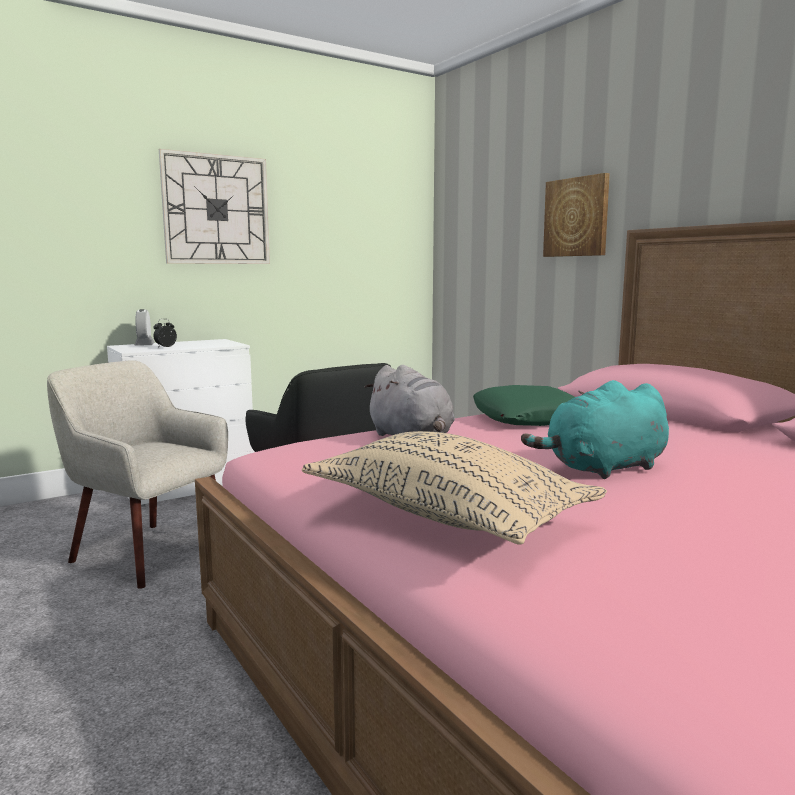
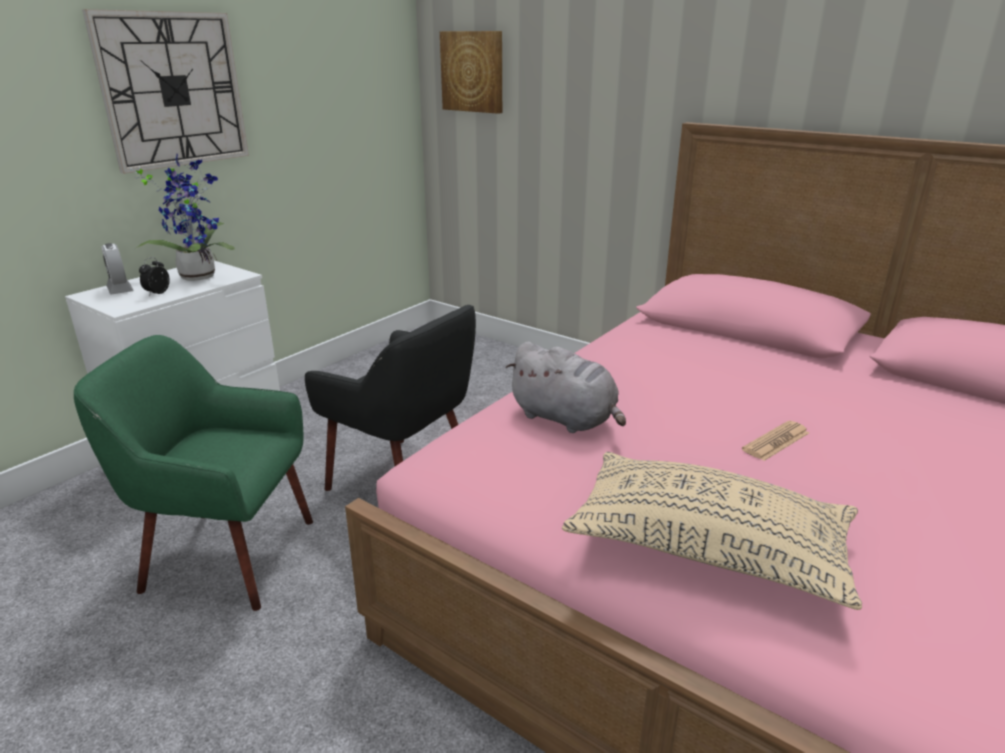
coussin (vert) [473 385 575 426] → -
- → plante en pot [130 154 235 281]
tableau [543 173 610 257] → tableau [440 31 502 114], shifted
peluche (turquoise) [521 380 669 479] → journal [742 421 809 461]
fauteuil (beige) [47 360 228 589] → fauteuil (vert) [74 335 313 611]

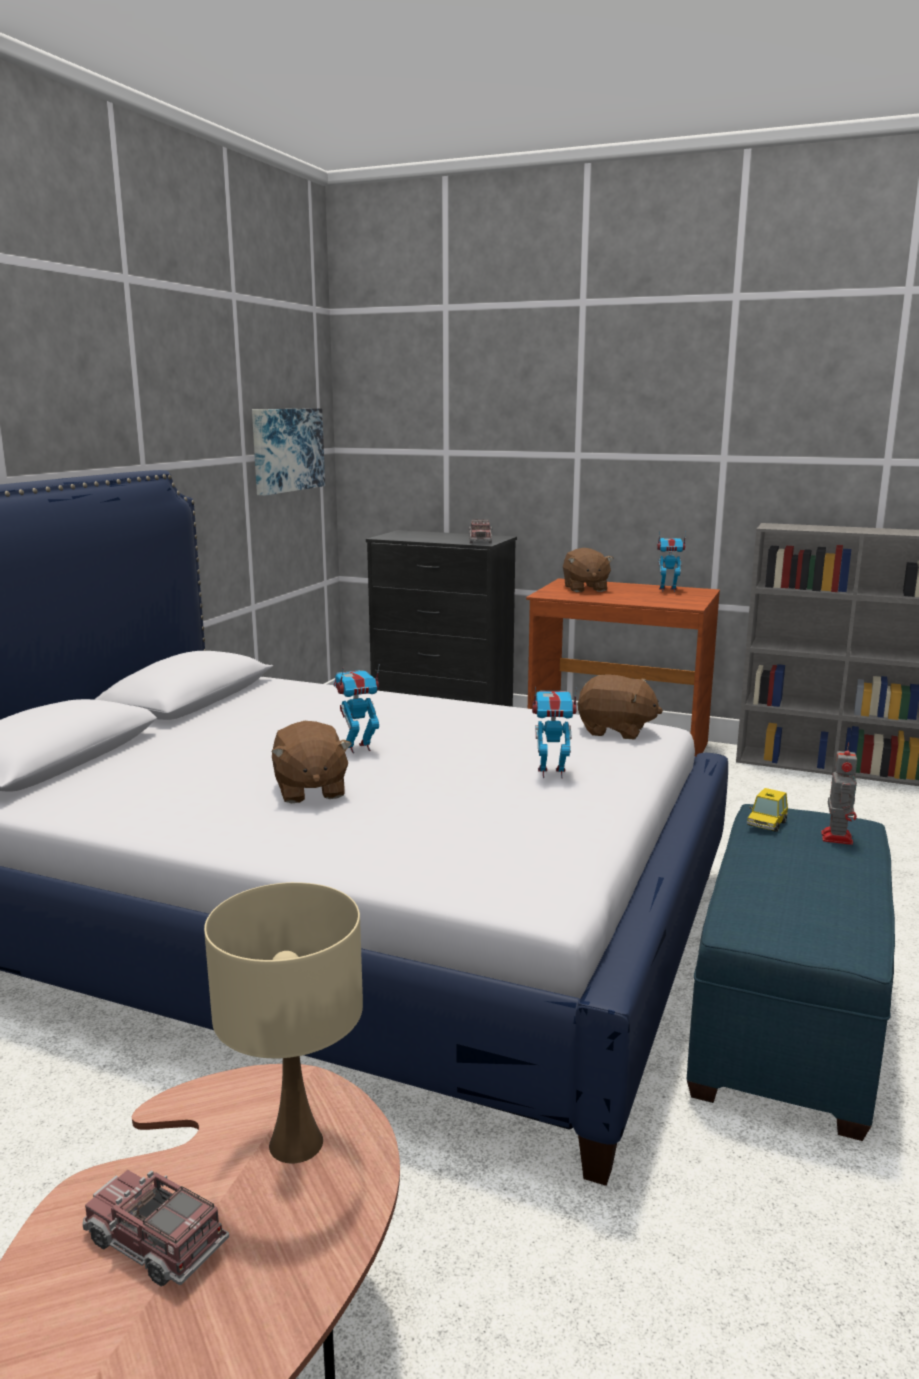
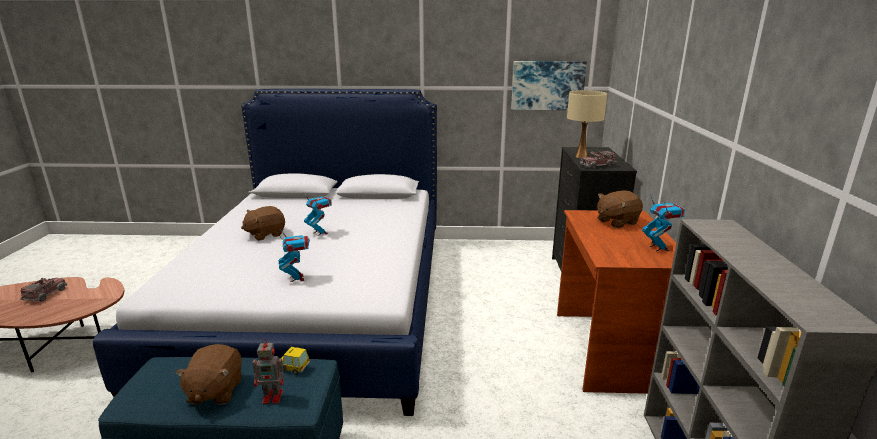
lampe de table (beige) [204 882 363 1164] → lampe de table (beige) [567 90 607 158], shifted
peluche (marron) [577 674 663 739] → peluche (marron) [175 344 242 404], shifted

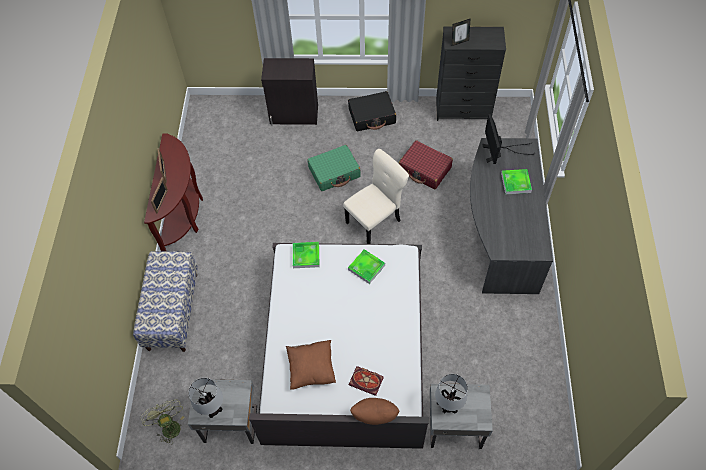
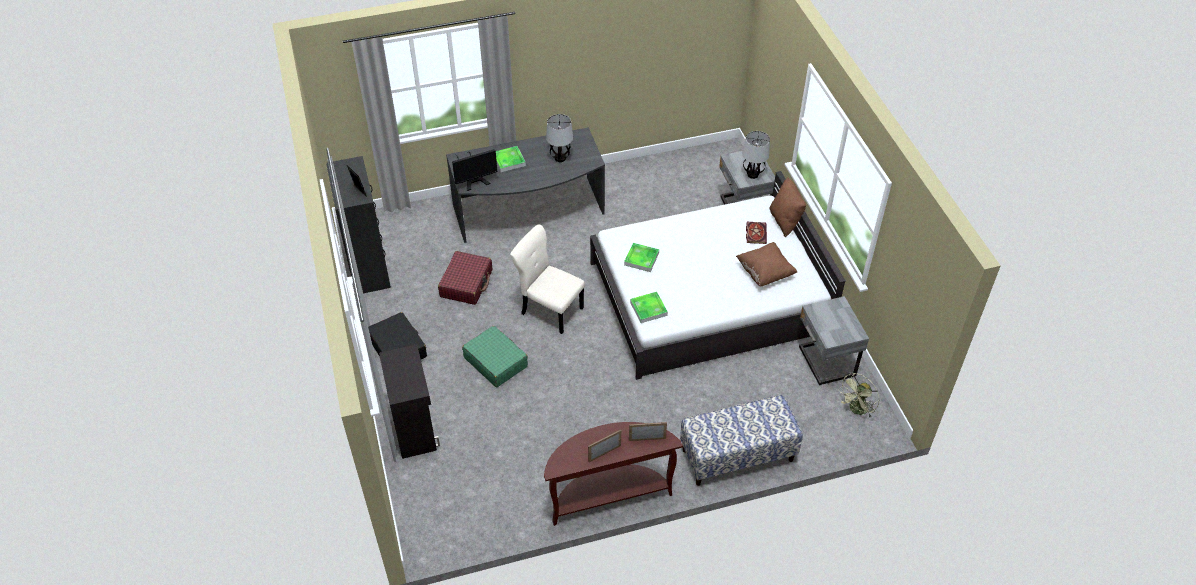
lampe de table [188 378 223 418] → lampe de table [546 114 573 162], shifted

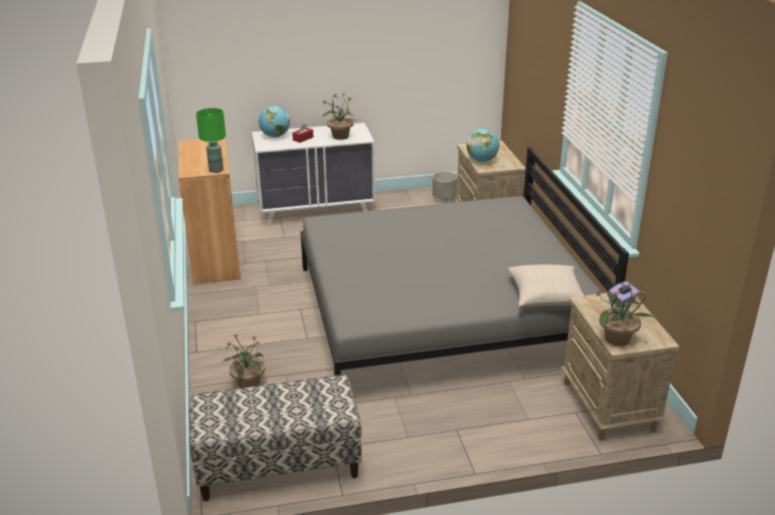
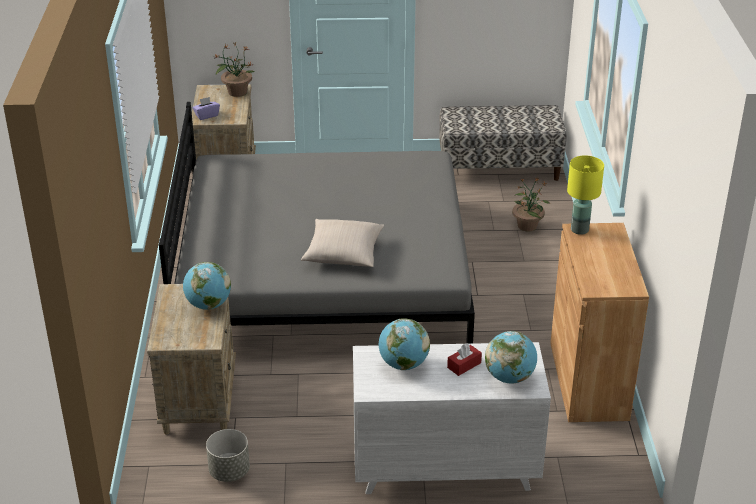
coussin (beige) [508 264 584 307] → coussin (beige) [301 219 384 267], shifted
plante en pot [322 93 357 140] → globe [379 318 430 370]
lampe de table (vert) [196 108 226 173] → lampe de table (jaune) [567 155 604 235]

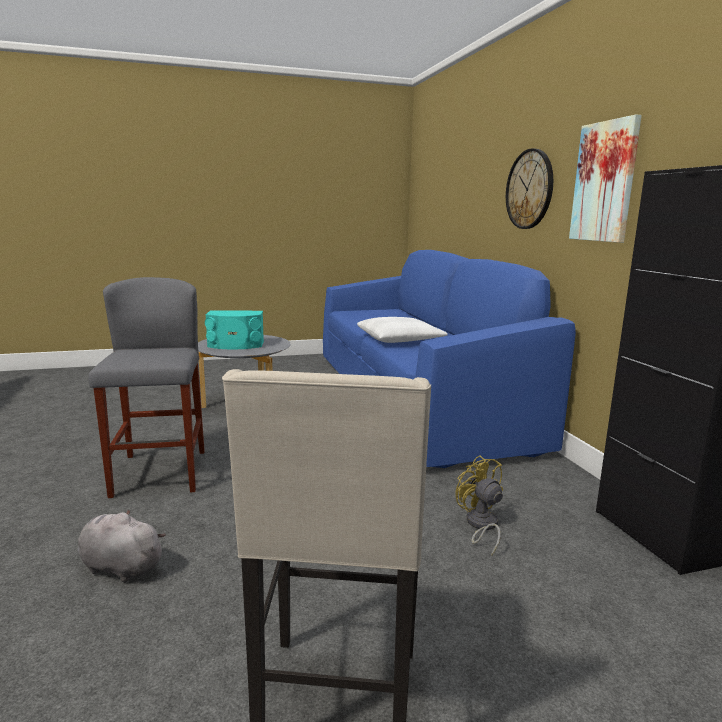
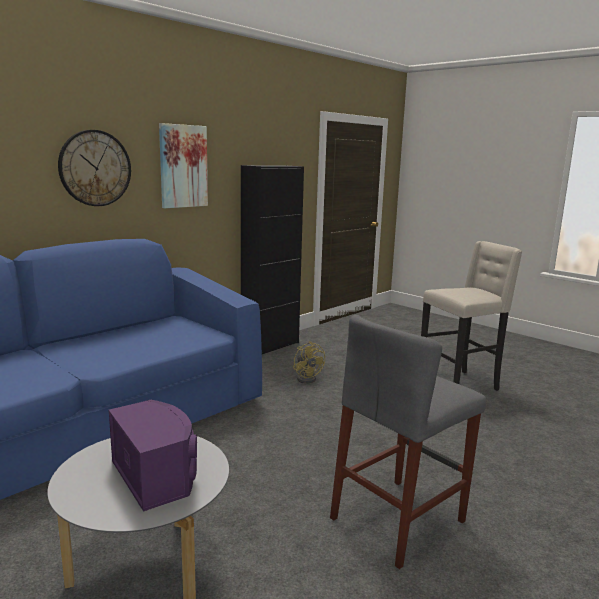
peluche (gris) [77 510 166 583] → -
coussin (blanc) [357 317 448 343] → -
enceinte (turquoise) [205 310 264 349] → enceinte (violet) [109 400 197 512]
ventilateur (jaune) [455 455 503 556] → ventilateur (jaune) [293 341 325 384], 60 degrees counterclockwise

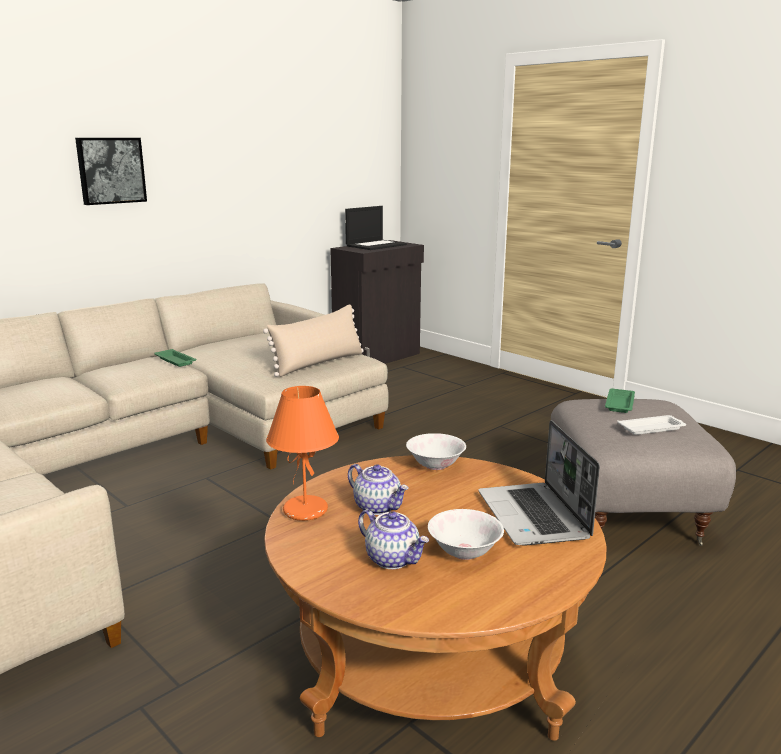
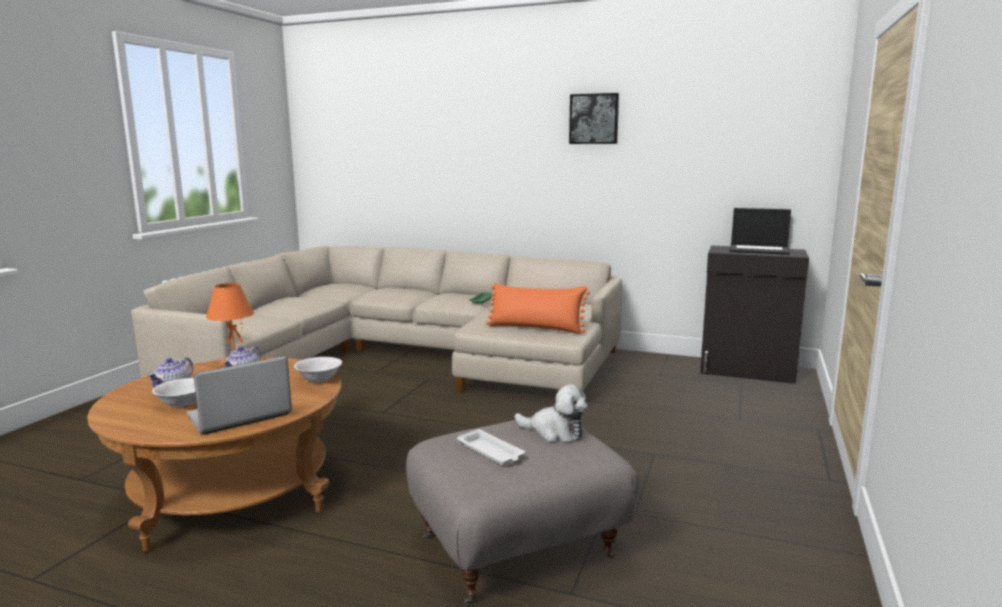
tableau [75 138 147 205] → tableau [569 93 619 144], shifted
plateau (vert) [605 388 635 413] → peluche [515 384 588 442]
coussin (beige) [263 304 364 377] → coussin (orange) [486 283 590 334]

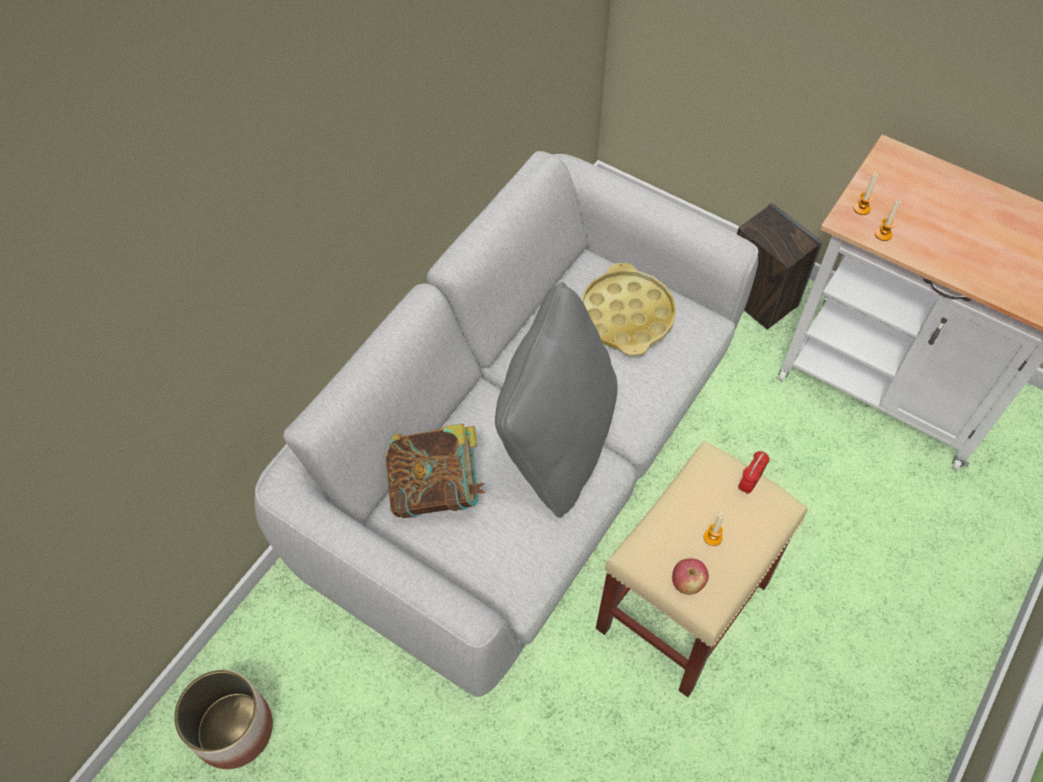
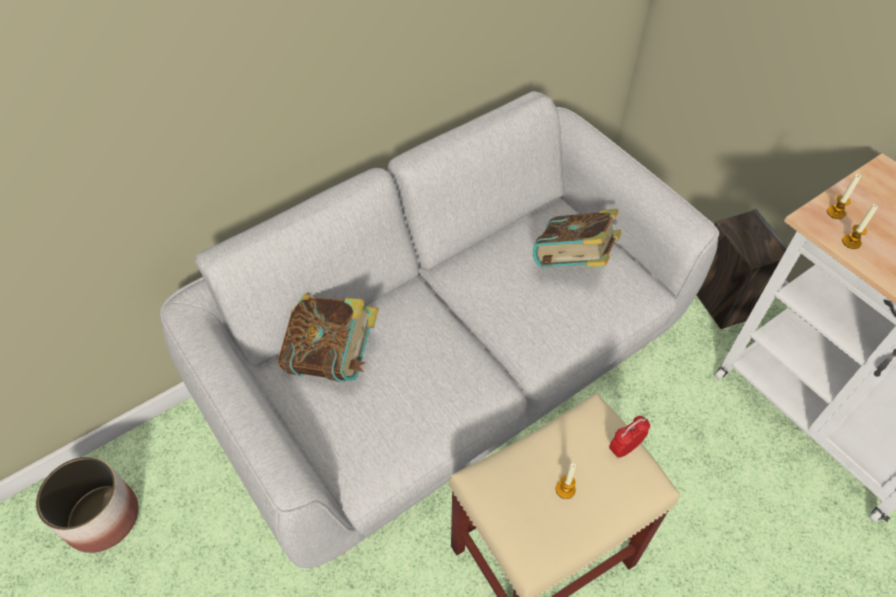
coussin (gris) [495 282 618 518] → -
pomme [672 559 709 595] → -
plateau (jaune) [581 263 676 356] → livre [533 209 622 267]

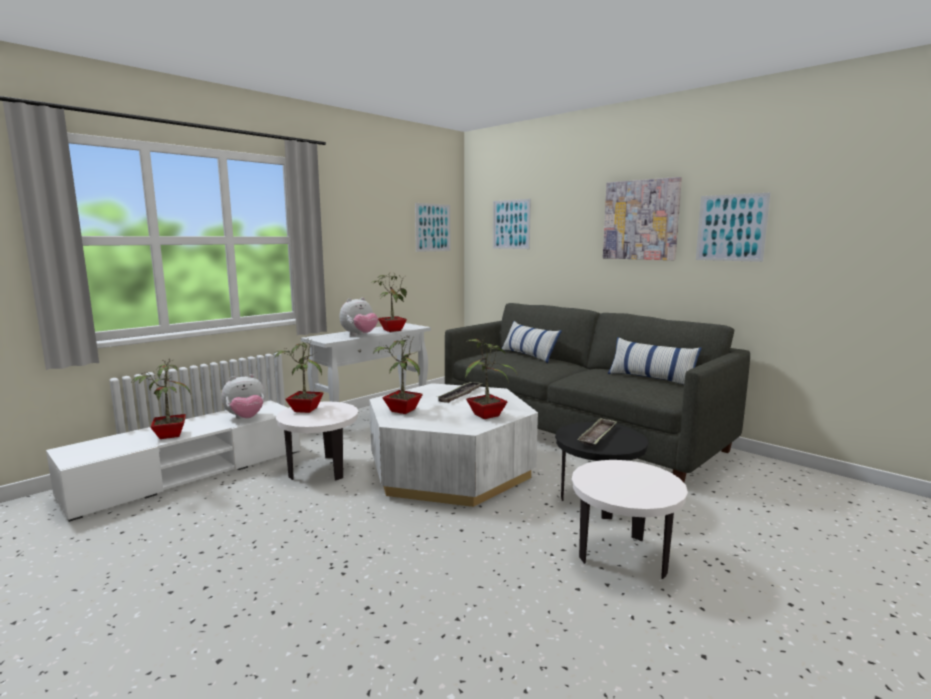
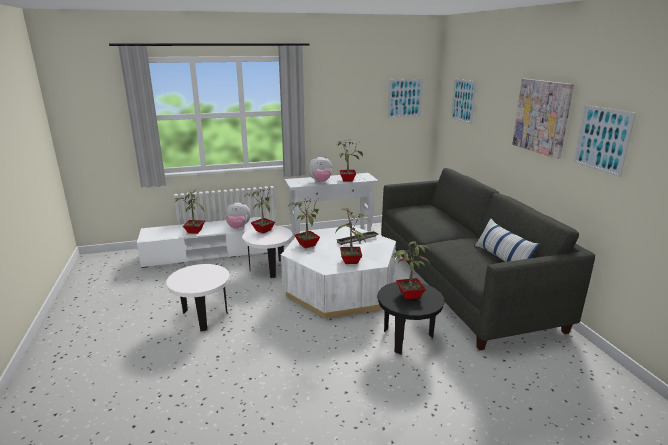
coussin [500 321 562 363] → -
table d'appoint (blanc) [572 460 688 579] → table d'appoint (blanc) [166 264 230 332], shifted
plateau [577 417 617 447] → plante en pot [392 237 431 300]

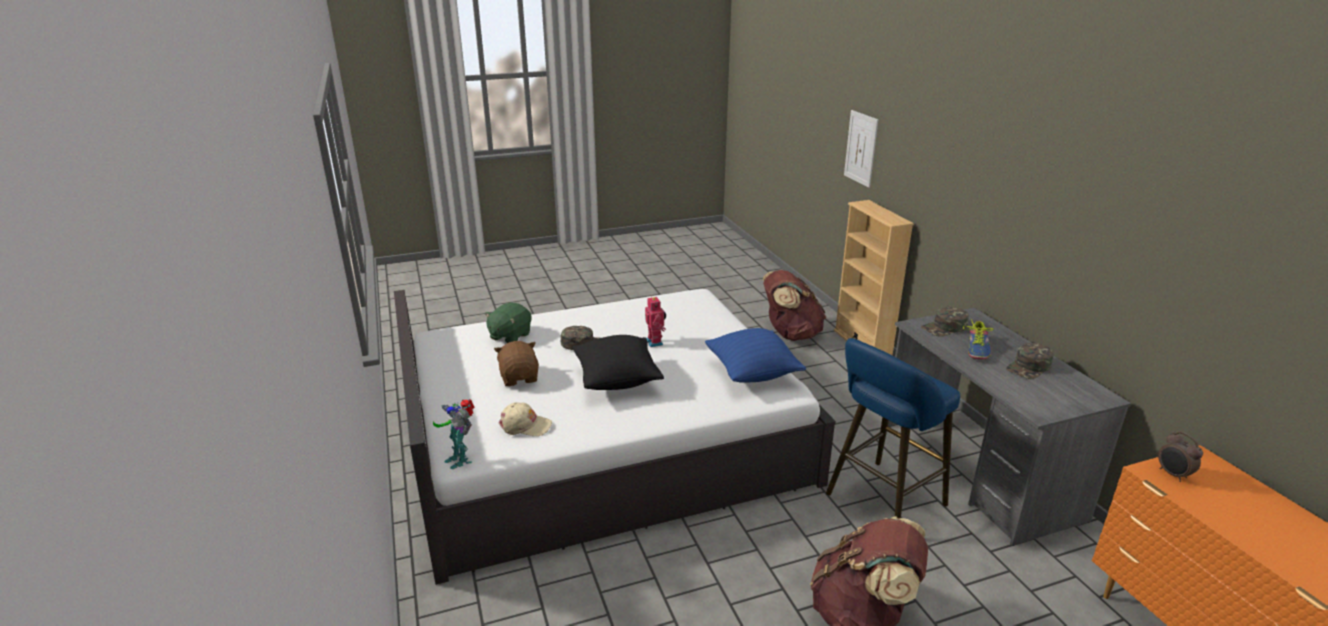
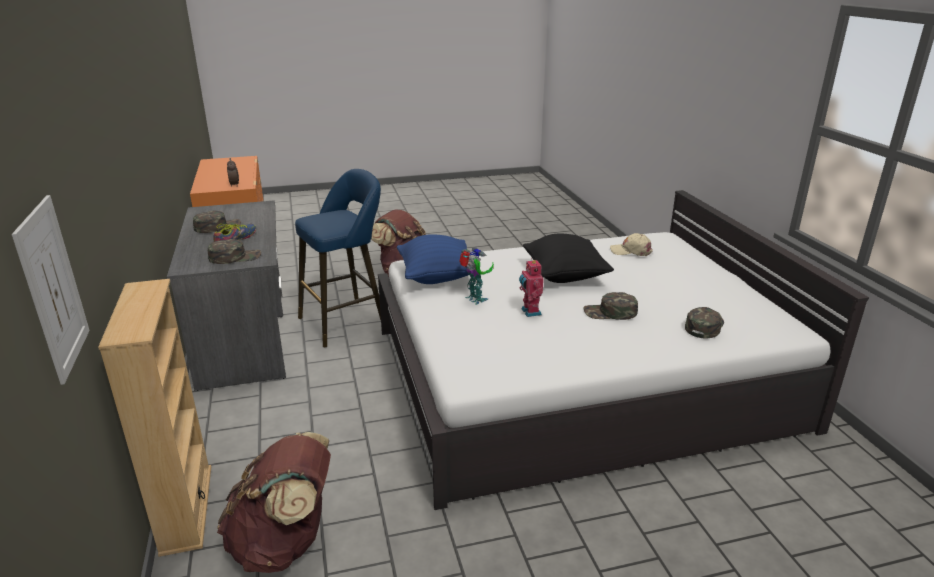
peluche (marron) [494 341 539 386] → -
robot jouet [433 399 475 469] → robot jouet [459 247 494 305], shifted
peluche (vert) [485 303 531 343] → casquette (vert) [685 307 724 338]

